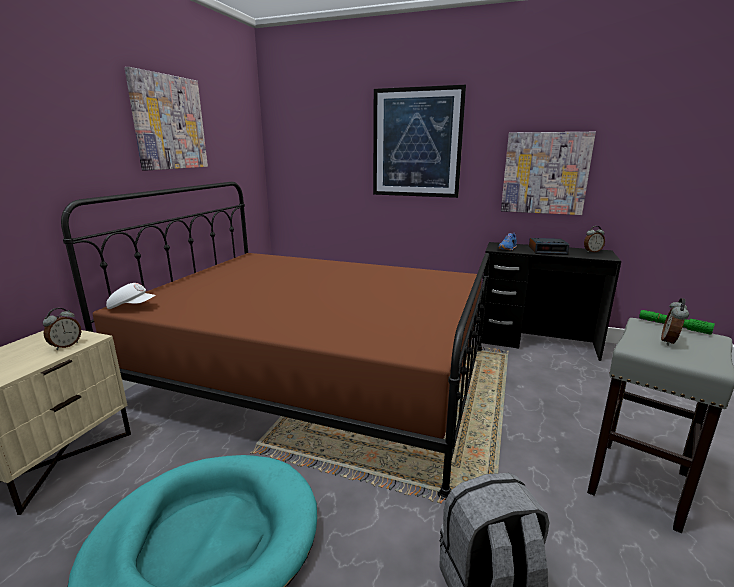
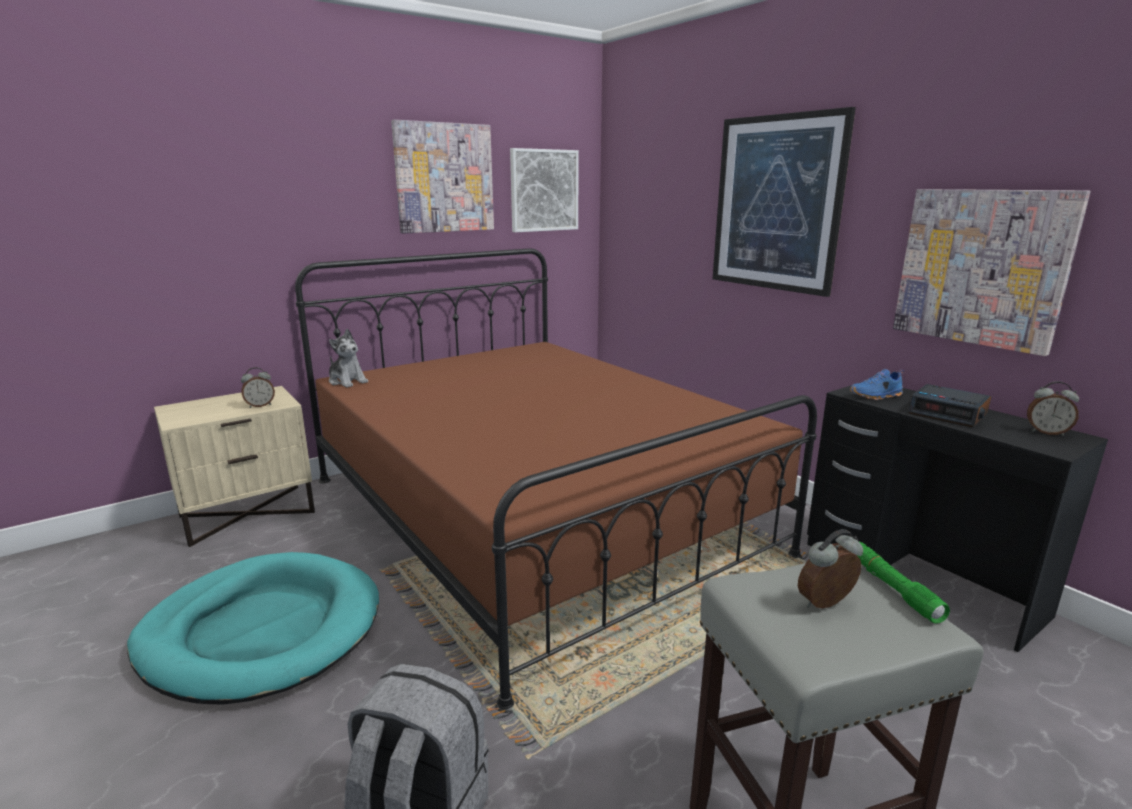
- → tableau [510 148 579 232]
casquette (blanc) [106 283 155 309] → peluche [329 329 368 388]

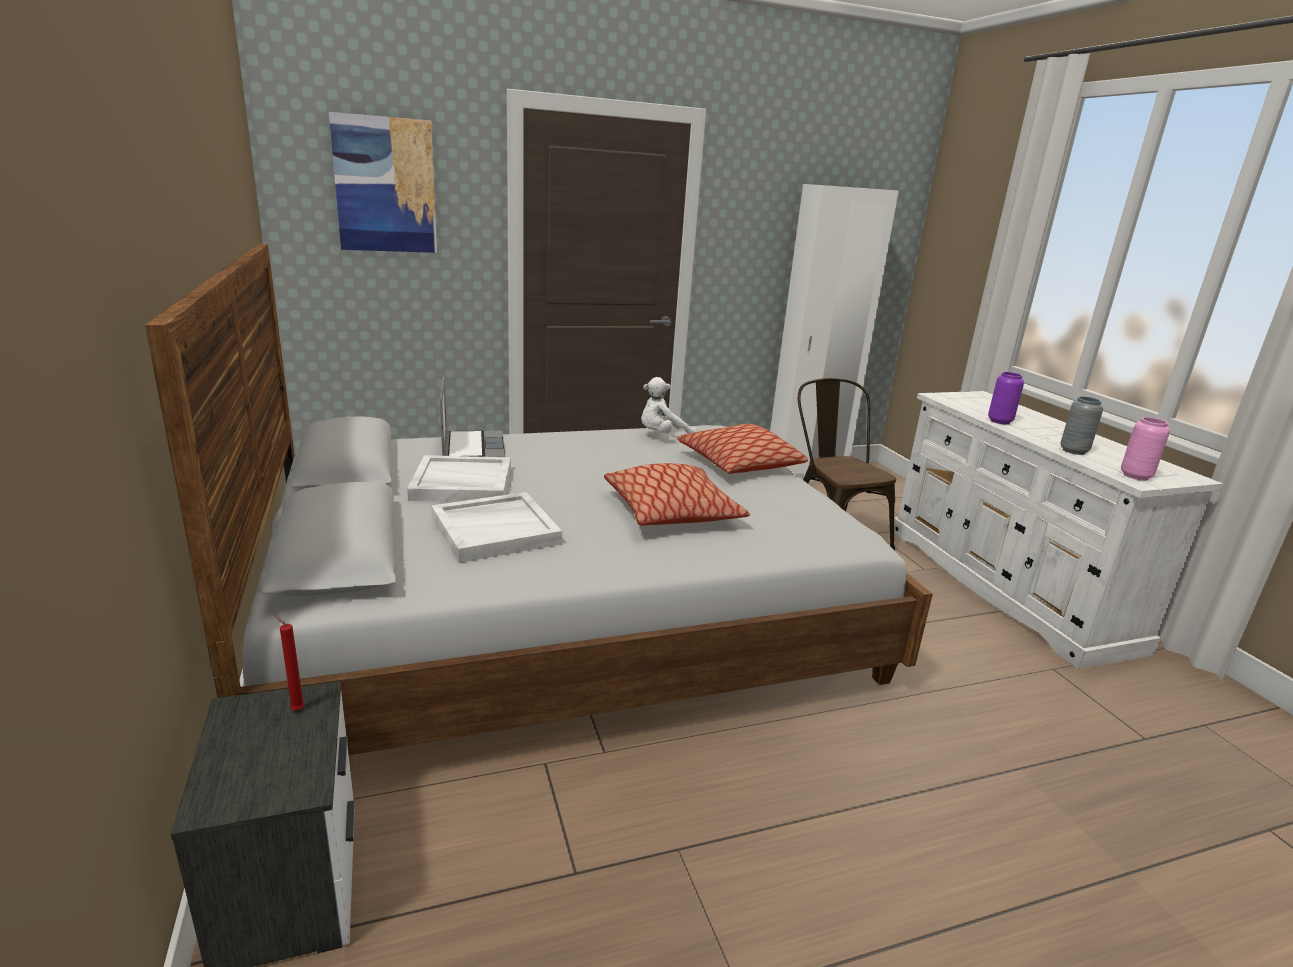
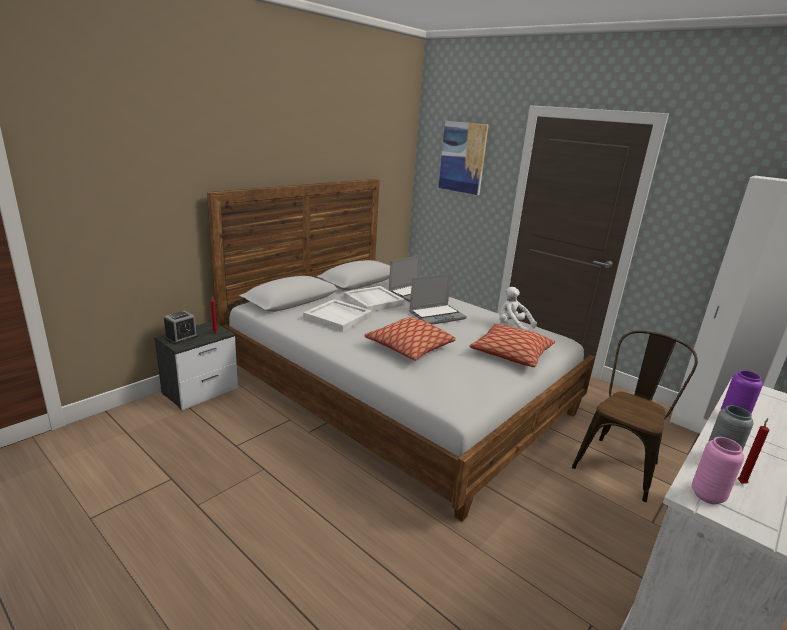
- → réveil [164 311 198 345]
- → ordinateur portable [409 274 467 325]
- → bougie (rouge) [738 418 769 484]

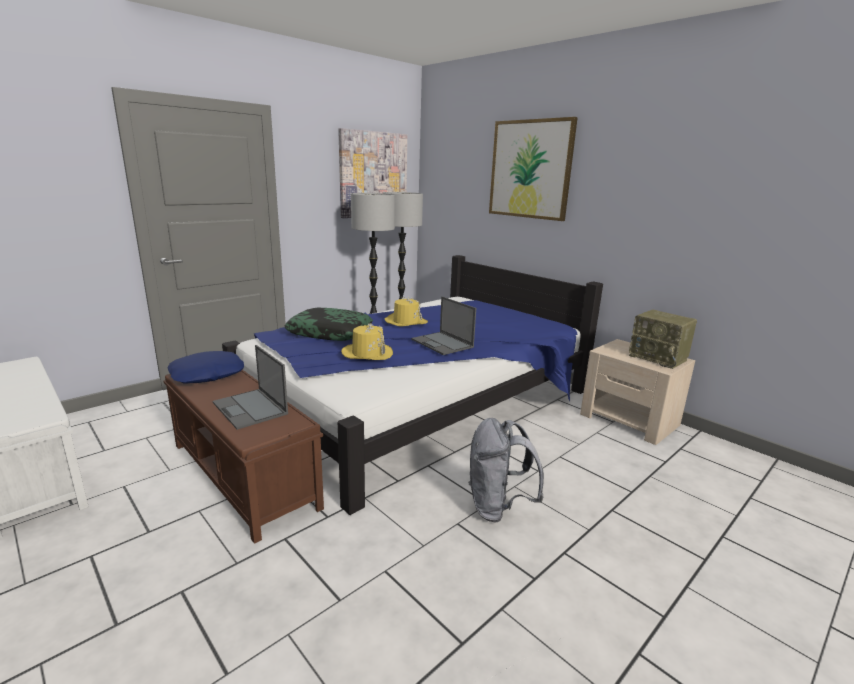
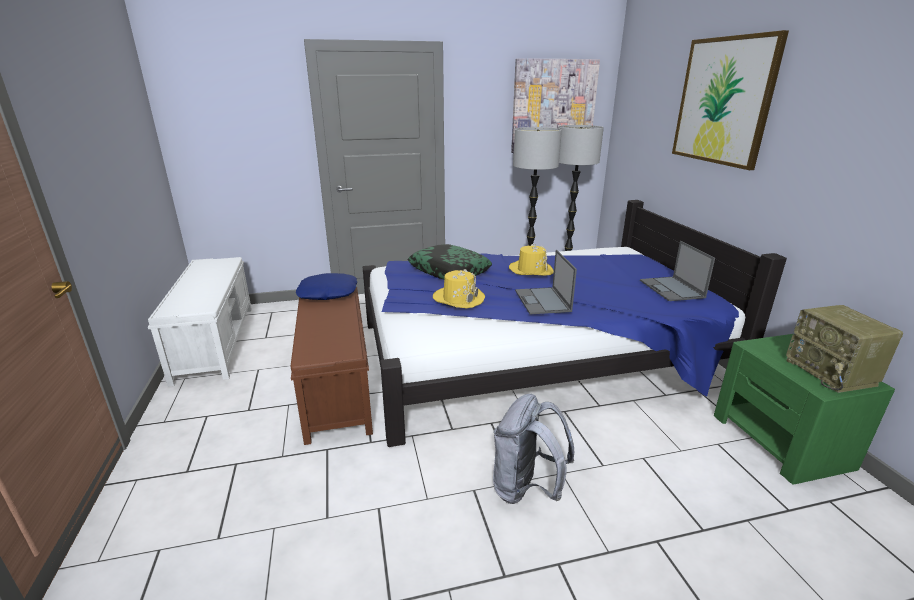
ordinateur portable [212 345 288 430] → ordinateur portable [640 241 715 301], shifted
table de chevet (beige) [580 339 695 445] → table de chevet (vert) [714 334 895 485]

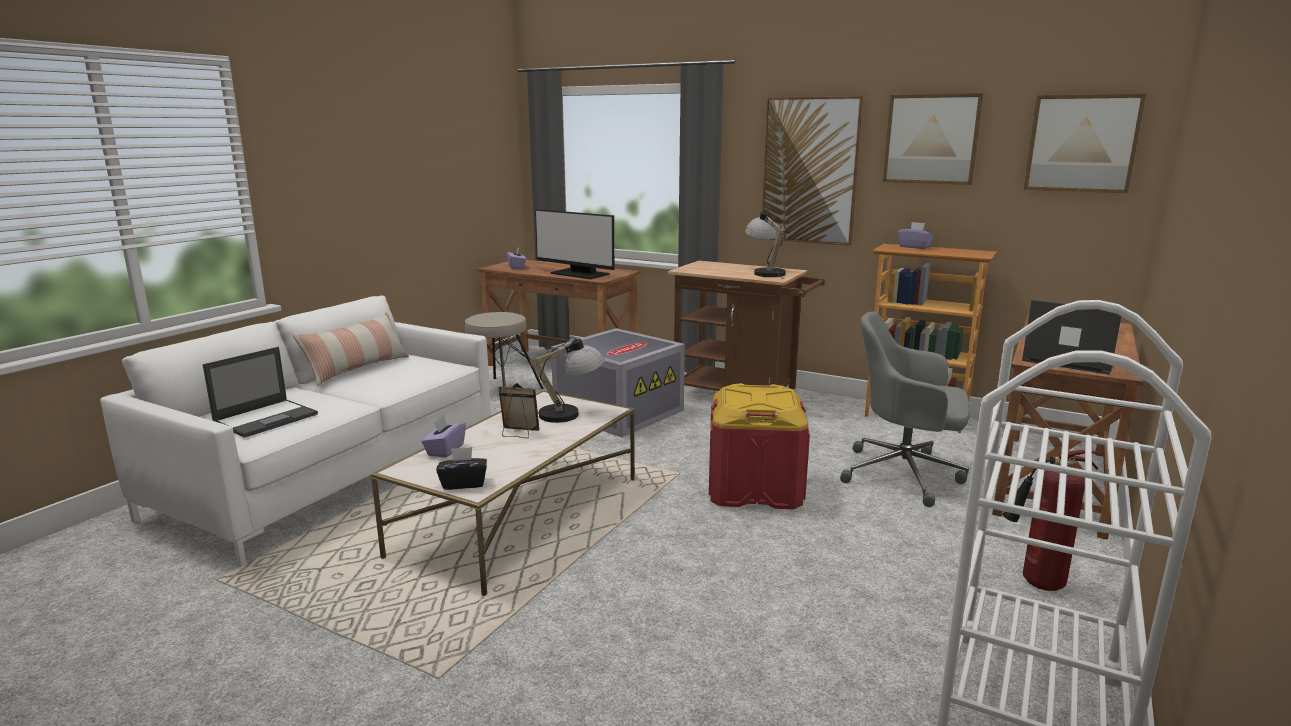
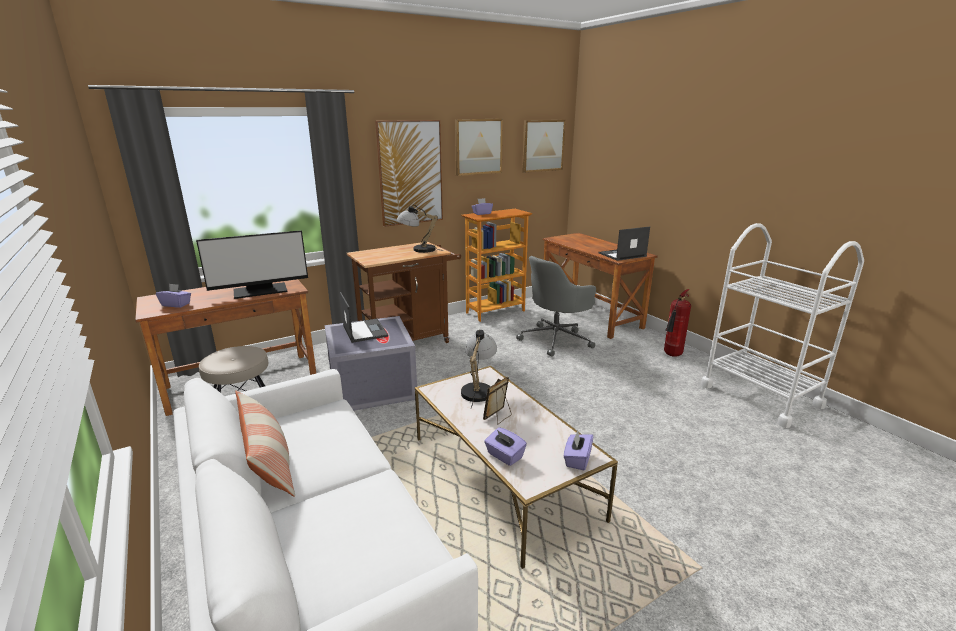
boîte de rangement (rouge) [709 383 810 509] → -
ordinateur portable [203 347 318 438] → ordinateur portable [340 292 388 343], shifted
boîte à mouchoirs (noir) [436 447 487 490] → boîte à mouchoirs (violet) [564 430 593 470]

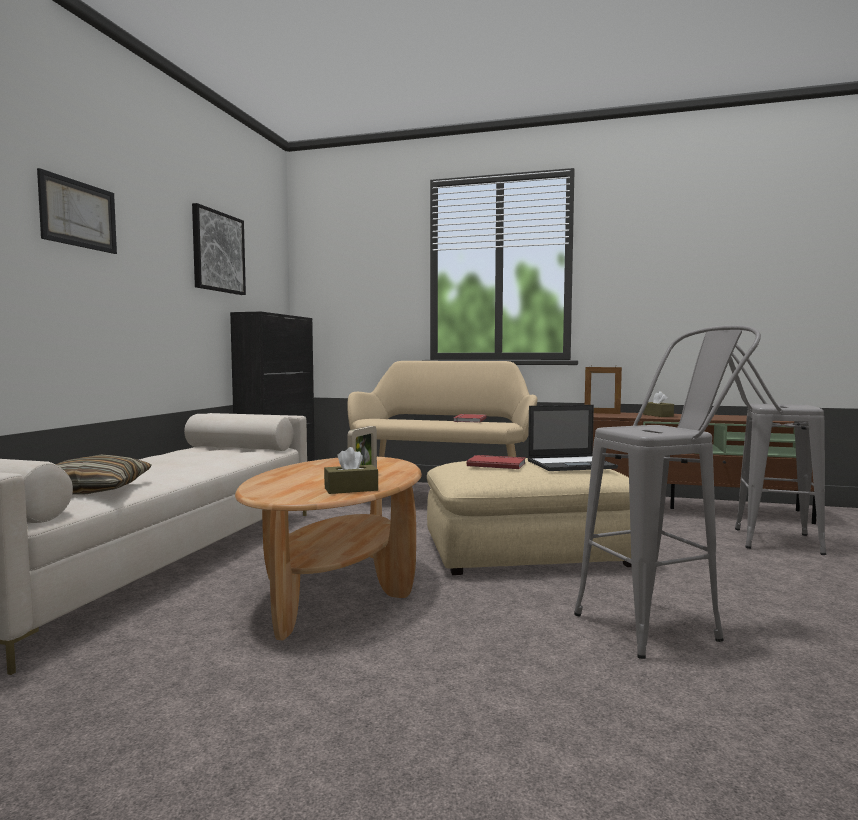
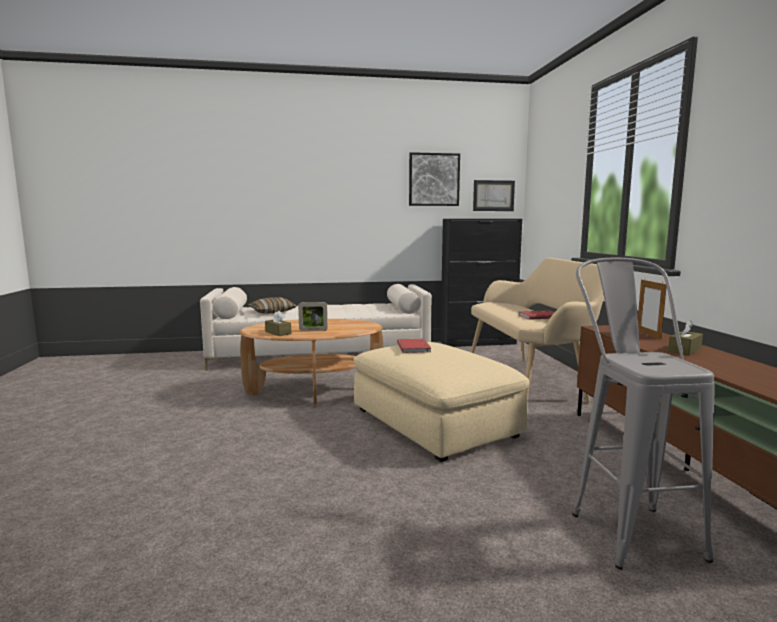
ordinateur portable [528 405 618 471] → -
tabouret (gris) [574 325 761 659] → -
tableau [37 168 117 254] → tableau [473 180 515 211], shifted

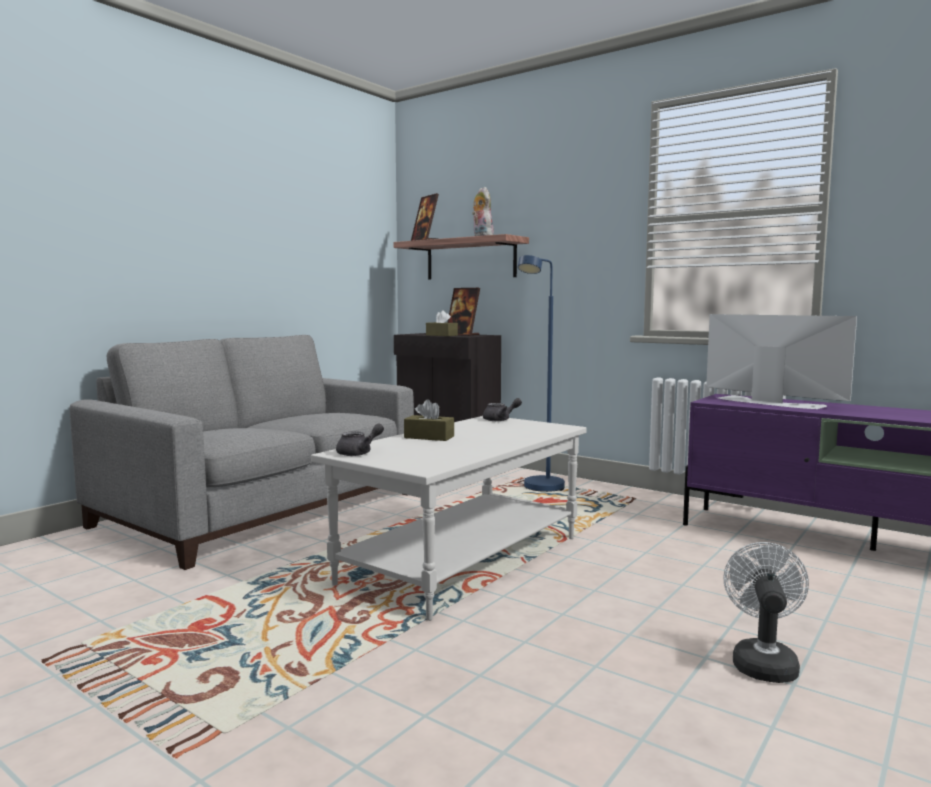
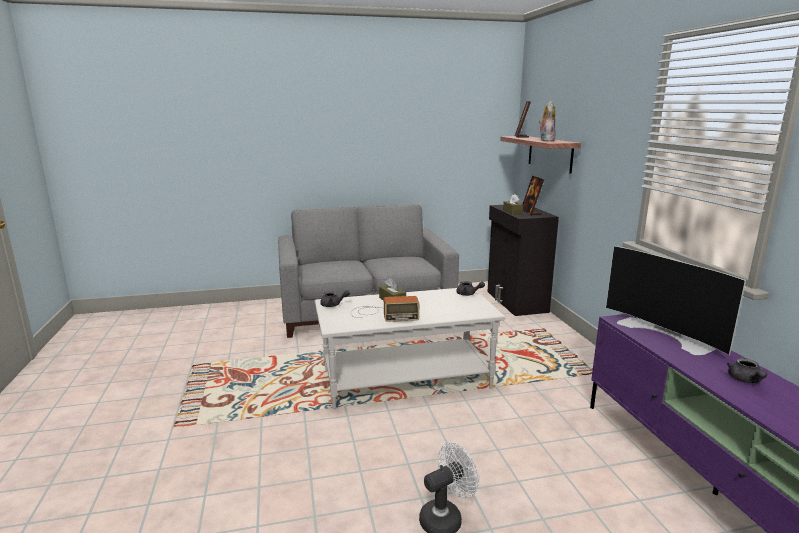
lampadaire (bleu) [518 255 565 492] → -
- → radio [351 296 419 322]
- → théière (gris) [727 358 767 383]
téléviseur [706 314 857 409] → téléviseur [606 246 746 355], 150 degrees clockwise

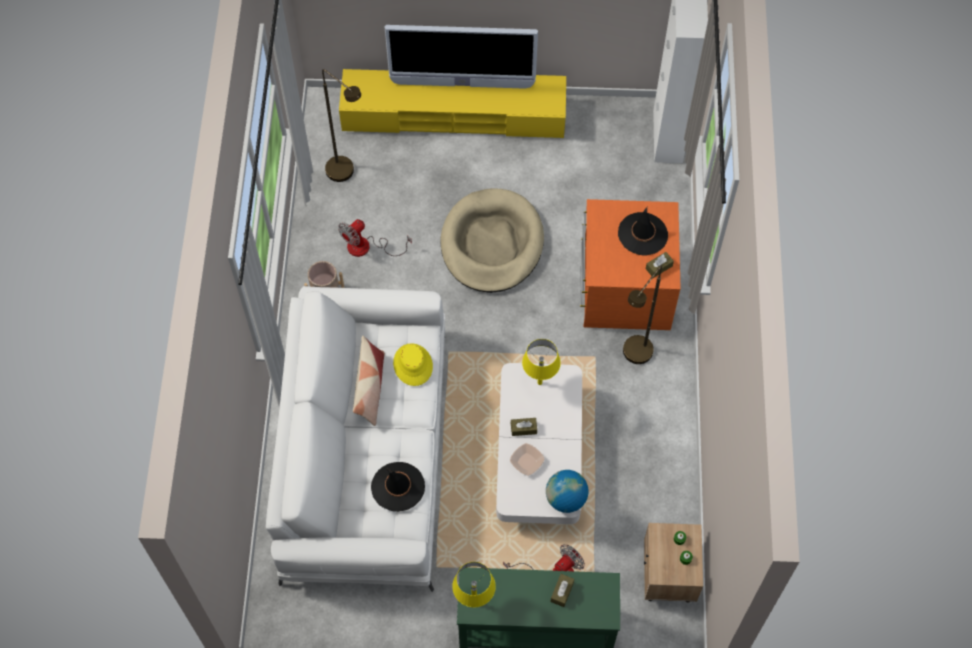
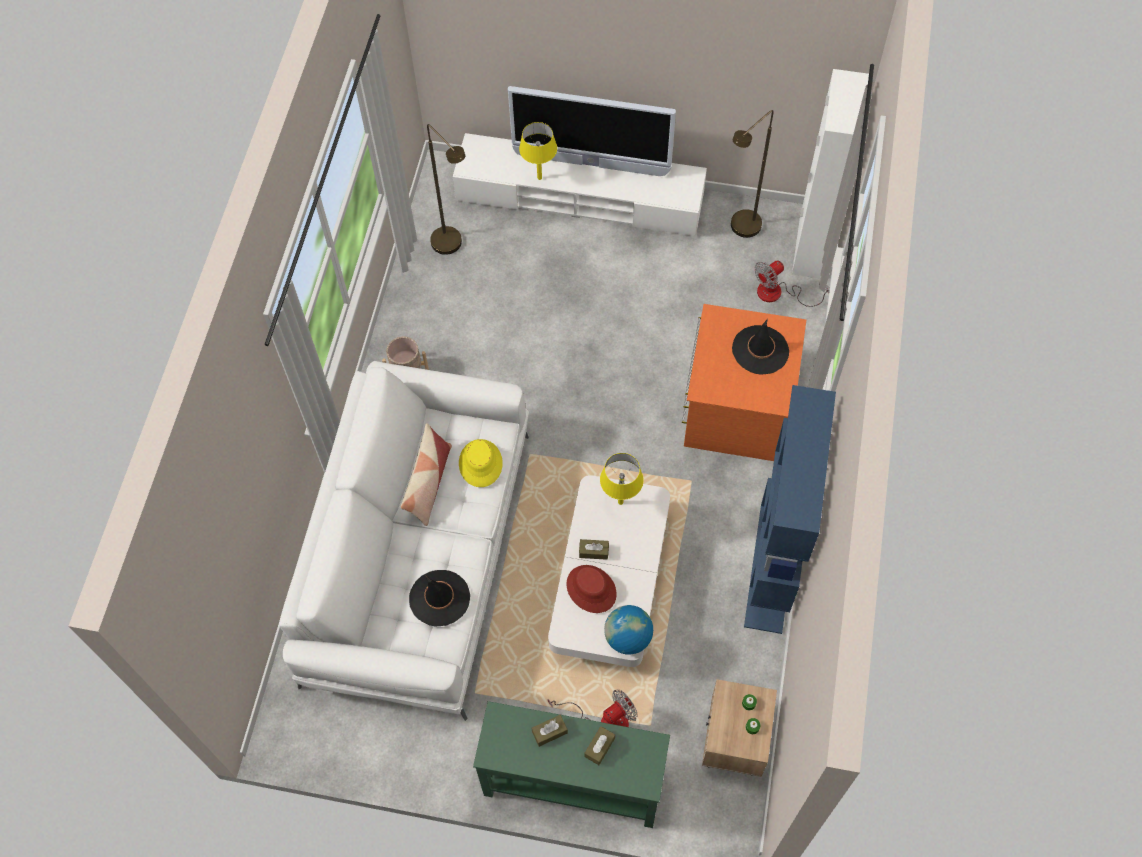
panier pour chien (beige) [441 189 544 293] → -
- → bibliothèque (bleu) [744 385 836 634]
ventilateur [338 219 412 257] → ventilateur [754 260 830 307], shifted
lampe de table (jaune) [452 562 496 607] → lampe de table (jaune) [519 122 557 180], shifted
lampadaire (marron) [623 265 662 364] → lampadaire (marron) [731 110 773 238], shifted
boîte à mouchoirs (marron) [646 252 674 278] → boîte à mouchoirs (marron) [531 715 568 747], shifted
bol [510 443 545 476] → chapeau (rouge) [566 565 617 613]
meuble télé (jaune) [339 69 566 138] → meuble télé (blanc) [453 133 707 236]

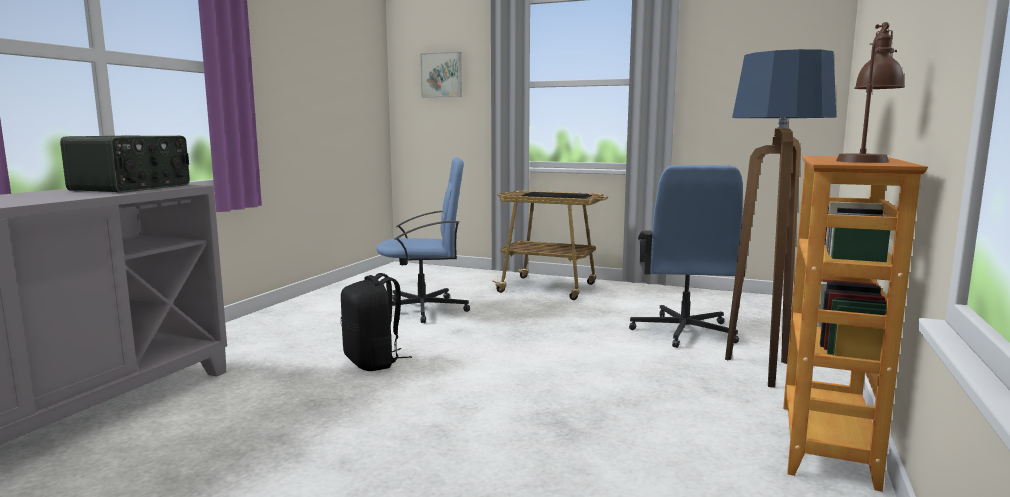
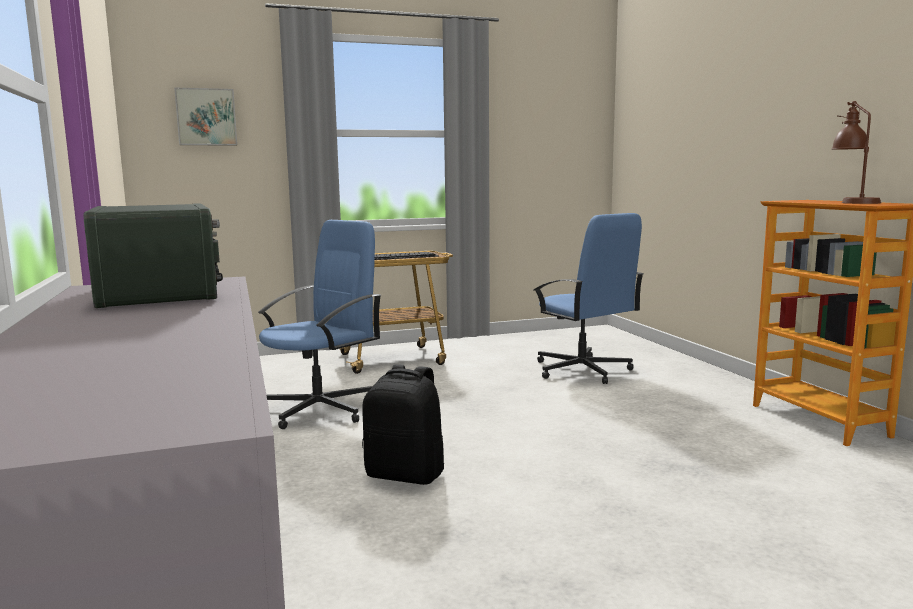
lampadaire [725 49 836 388] → -

